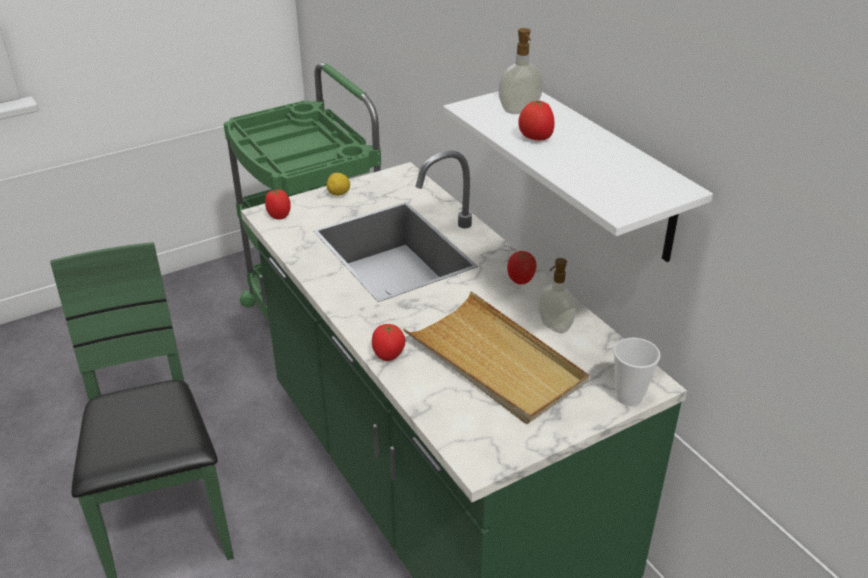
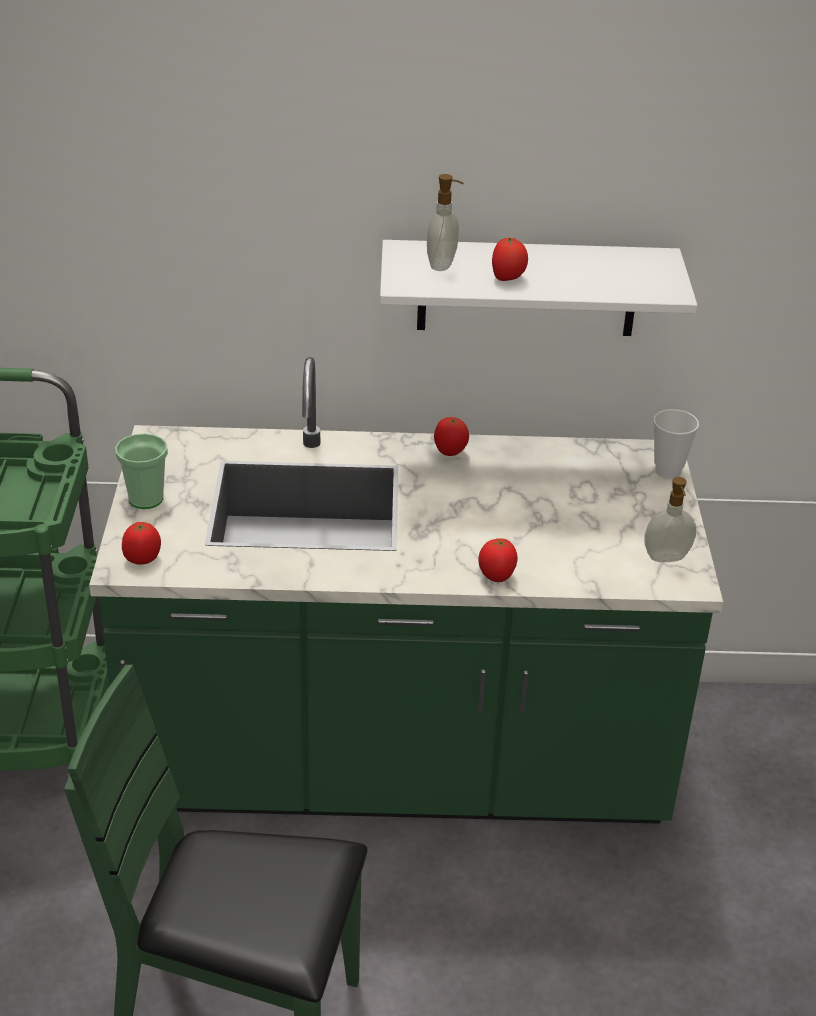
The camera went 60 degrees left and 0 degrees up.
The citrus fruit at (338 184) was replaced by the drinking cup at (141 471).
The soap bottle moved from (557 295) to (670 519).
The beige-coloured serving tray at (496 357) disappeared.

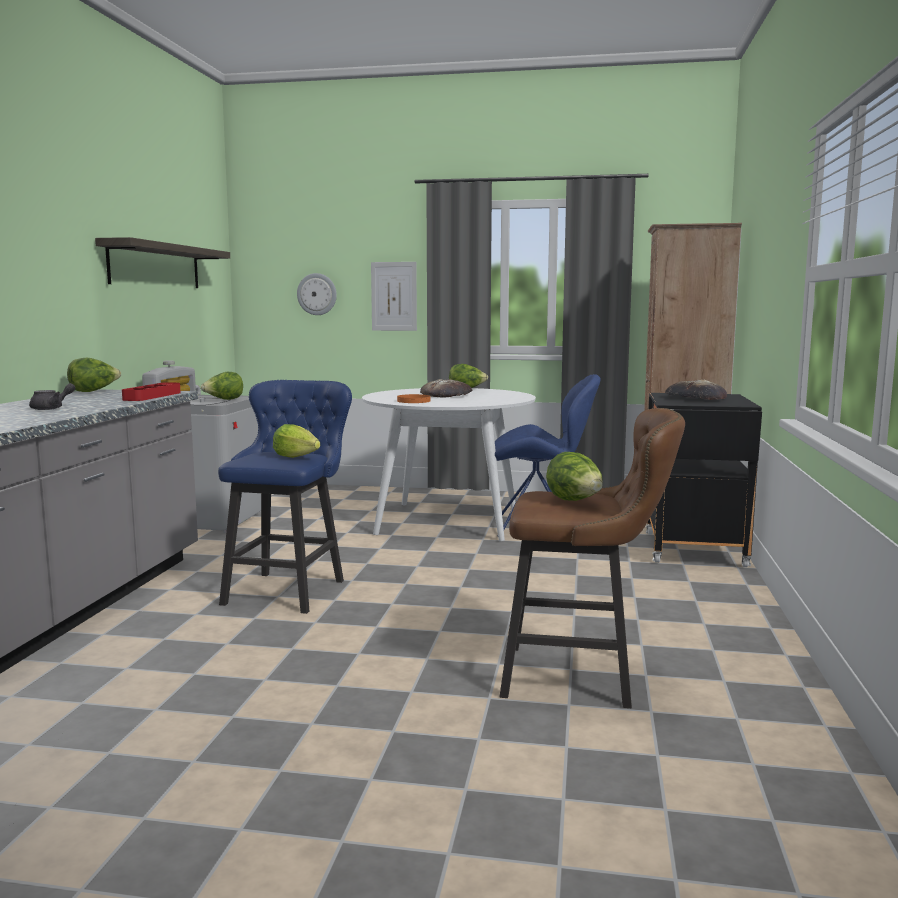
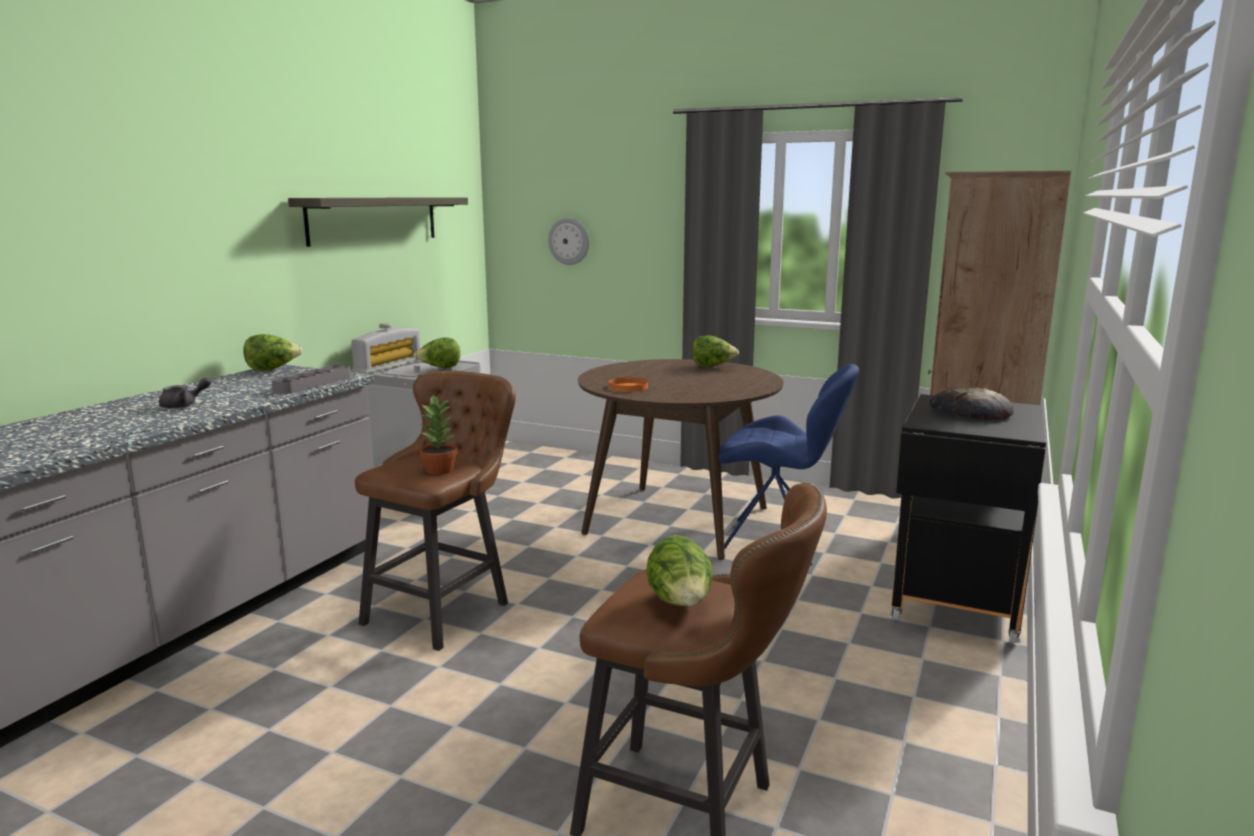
The camera went 15 degrees right and 5 degrees up.
The red serving tray at (151 391) became the grey serving tray at (311 379).
The bluish stool at (285 497) became the brown stool at (435 510).
The lettuce at (296 441) was replaced by the houseplant at (438 434).
The whitish kitchen table at (449 464) became the brown kitchen table at (681 459).
The wall picture at (394 296) disappeared.
The bakery bread at (446 388) disappeared.

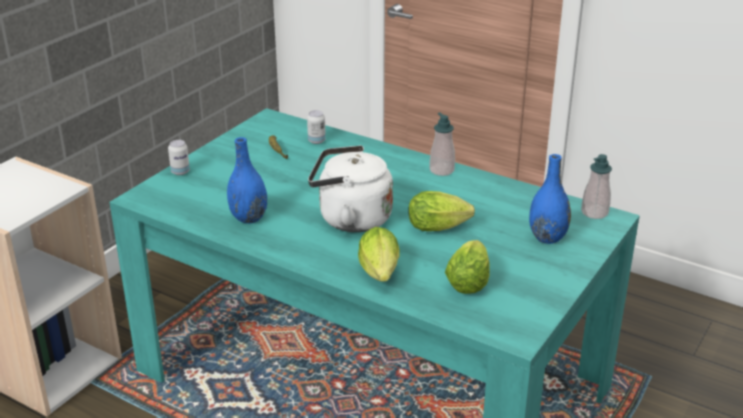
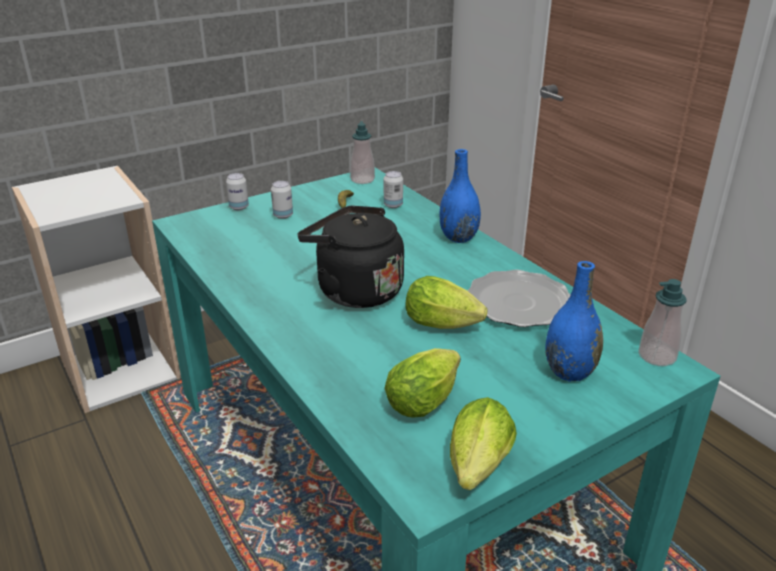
The camera went 25 degrees right and 0 degrees up.
The can at (282 200) appeared.
The whitish tea kettle at (350 188) became the black tea kettle at (351 257).
The soap bottle moved from (442 144) to (362 152).
The bluish decorative vase moved from (247 180) to (460 196).
The lettuce moved from (379 254) to (483 443).
The dinner plate at (519 298) appeared.

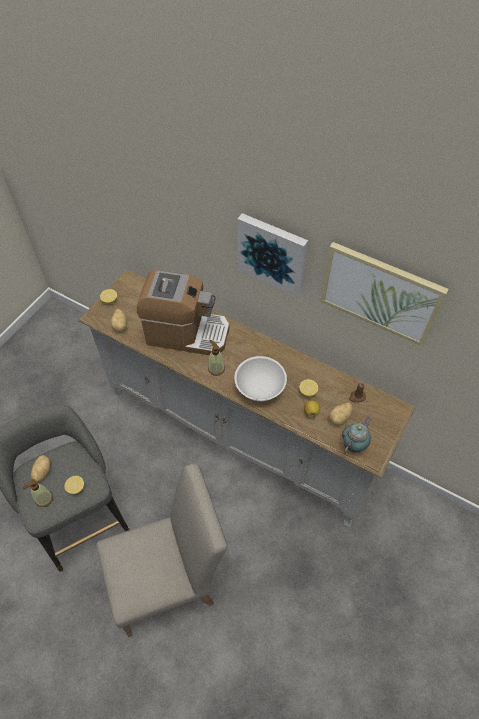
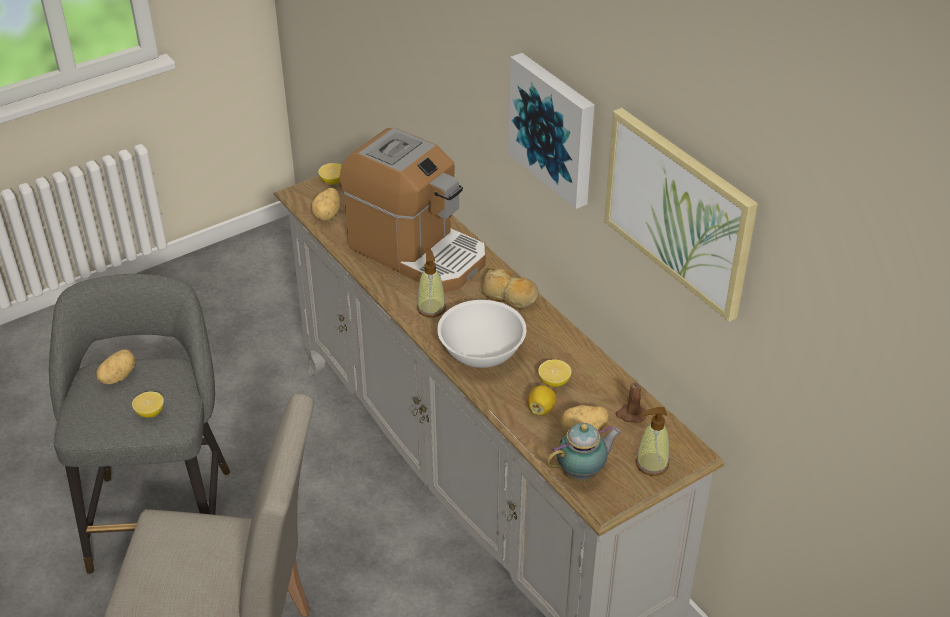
The camera went 25 degrees right and 15 degrees down.
The bakery bread at (509 288) appeared.
The soap bottle moved from (38 493) to (652 441).

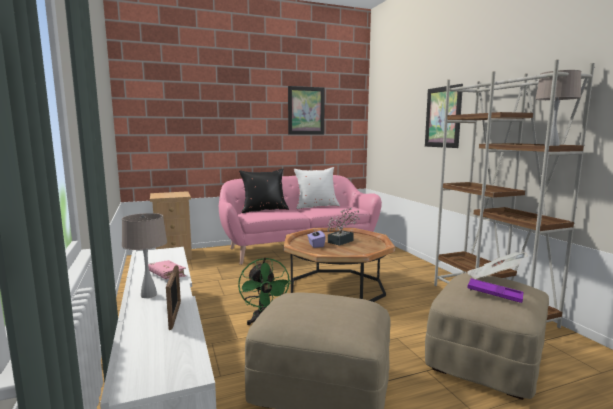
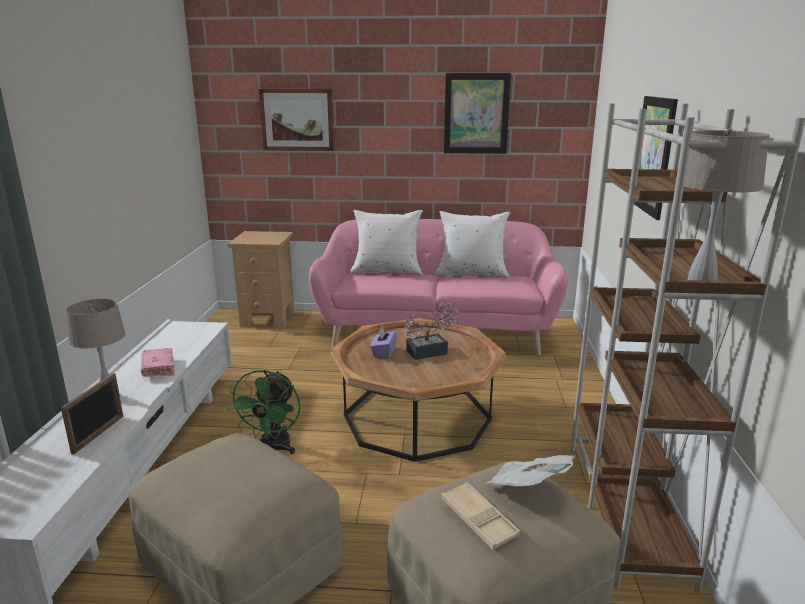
The camera went 25 degrees right and 10 degrees up.
The wall picture at (296 120) appeared.
The black pillow at (264 191) became the whitish pillow at (386 242).
The purplish serving tray at (495 290) became the beige-coloured serving tray at (480 516).

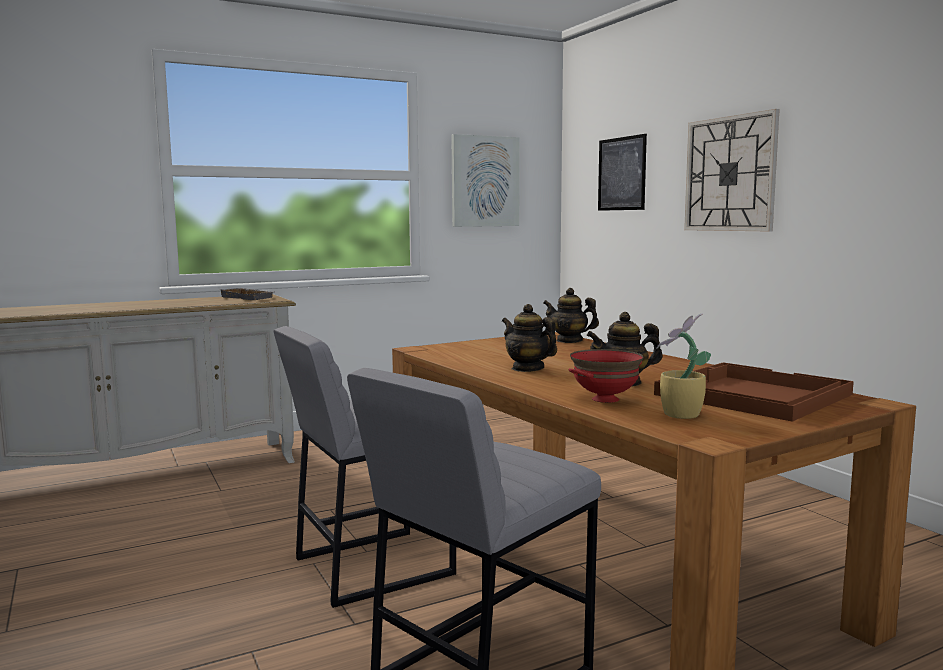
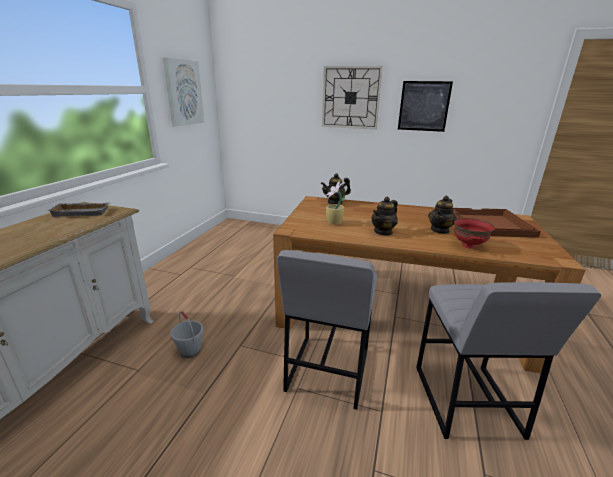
The camera went 45 degrees left and 15 degrees up.
The grey bucket at (187 334) appeared.
The houseplant moved from (683 366) to (336 203).
The teapot at (529 338) turned 45 degrees counterclockwise.
The wall picture moved from (622 172) to (425 106).

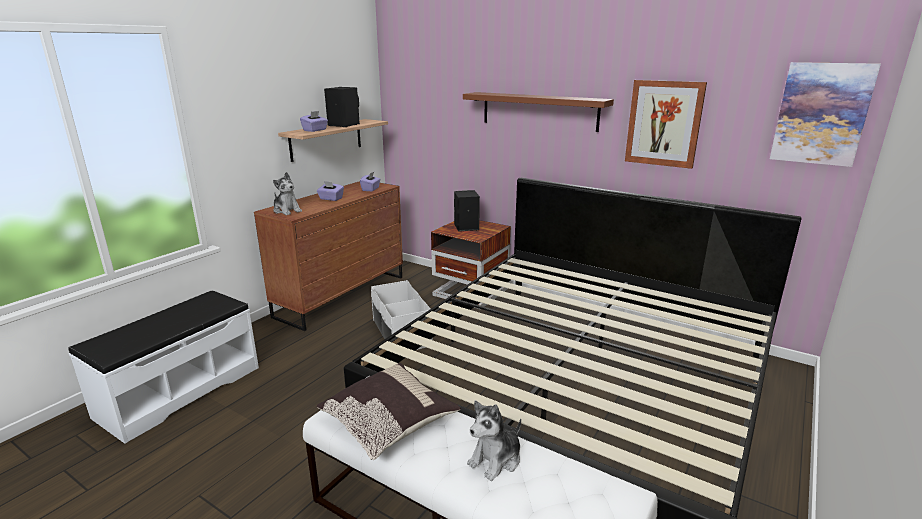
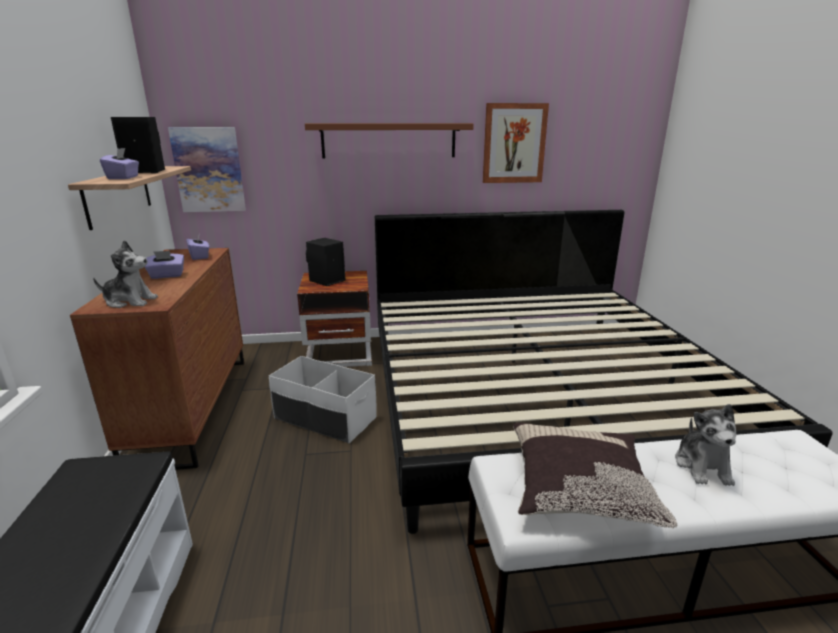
The camera went 40 degrees left and 0 degrees up.
The wall picture moved from (825 114) to (207 169).

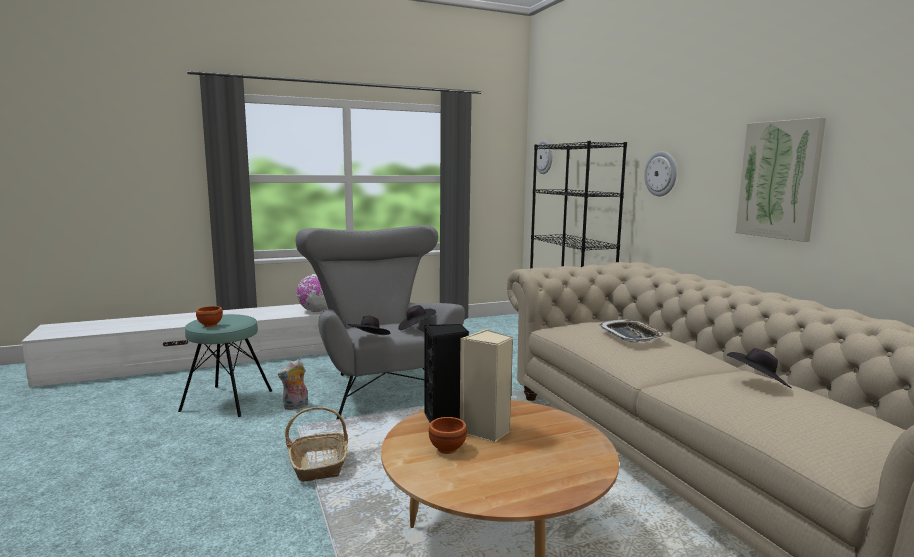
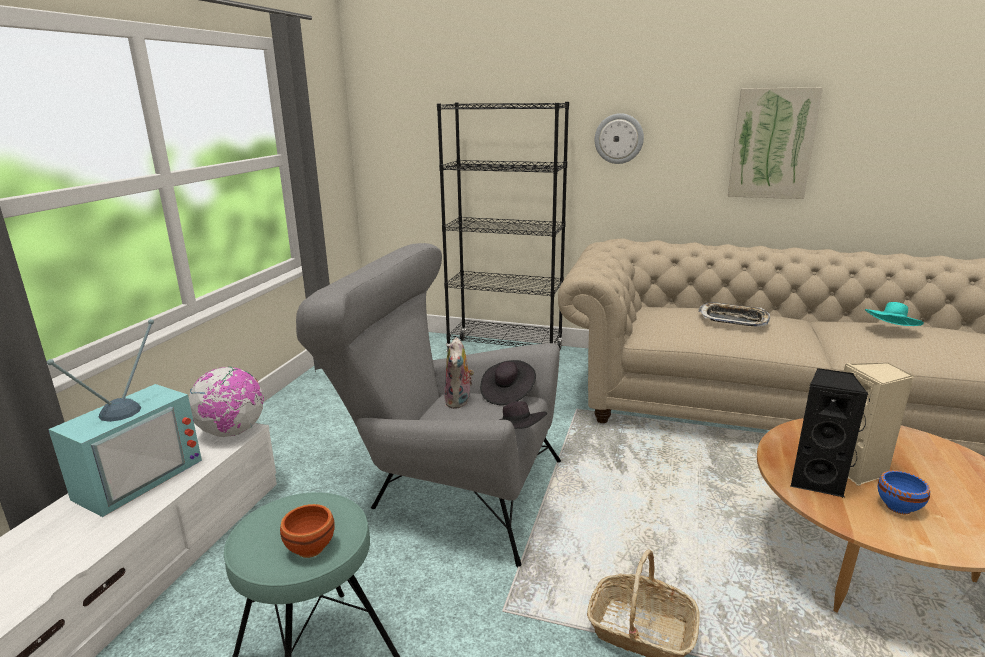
The camera went 50 degrees left and 10 degrees up.
The TV set at (124 418) appeared.
The plush toy moved from (293 384) to (459 373).
The black wearable hat at (759 368) became the turquoise-coloured wearable hat at (894 314).
The brown deep dish at (448 435) became the bluish deep dish at (904 492).
The hanging clock at (544 157) disappeared.

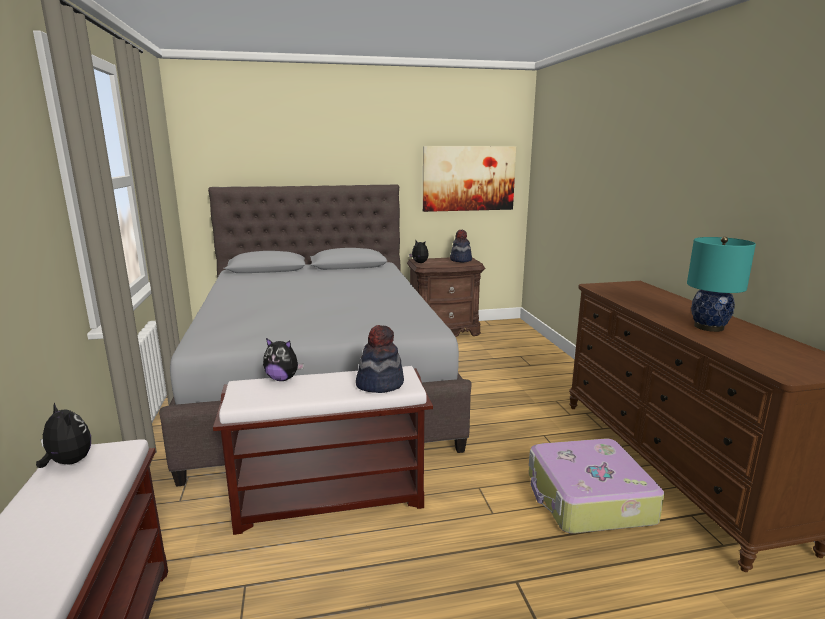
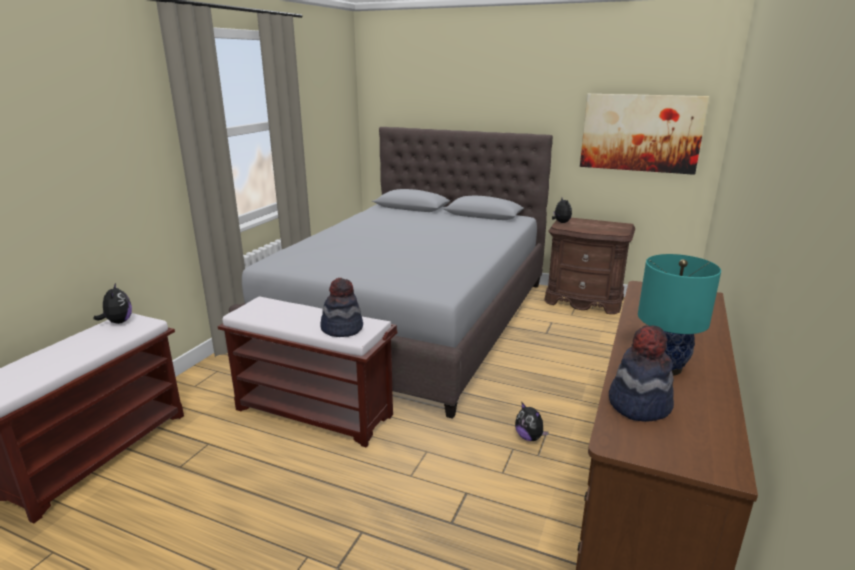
The camera went 35 degrees right and 5 degrees up.
The plush toy moved from (283 359) to (532 422).
The wearable hat moved from (461 246) to (641 373).
The travel case at (596 486) disappeared.

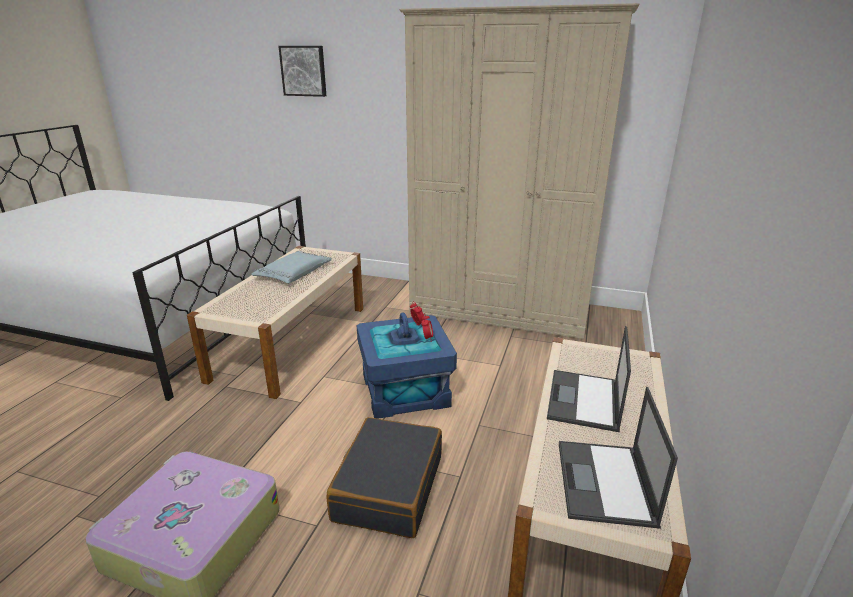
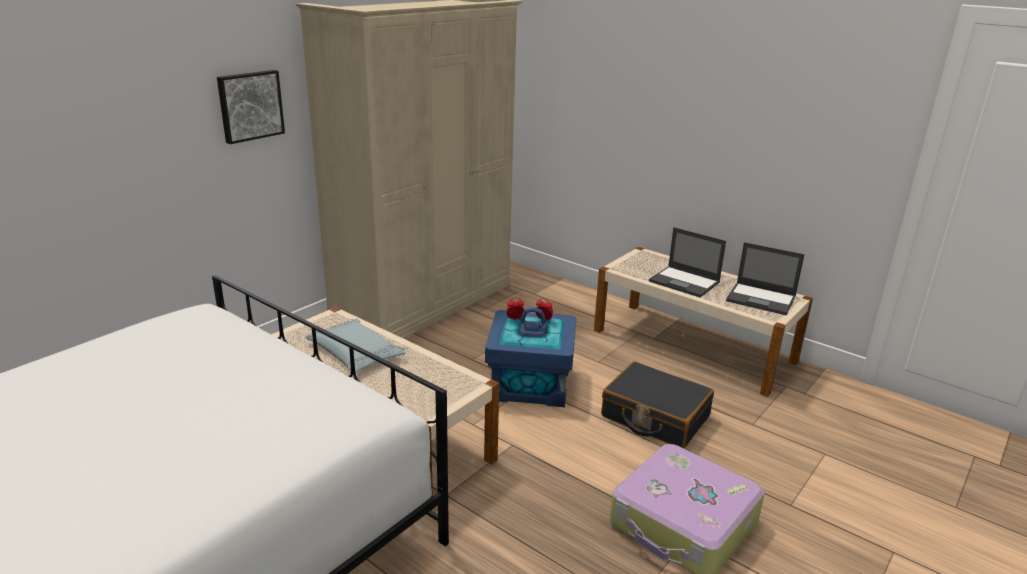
The camera went 70 degrees left and 0 degrees up.
The wall picture moved from (302 71) to (251 107).

